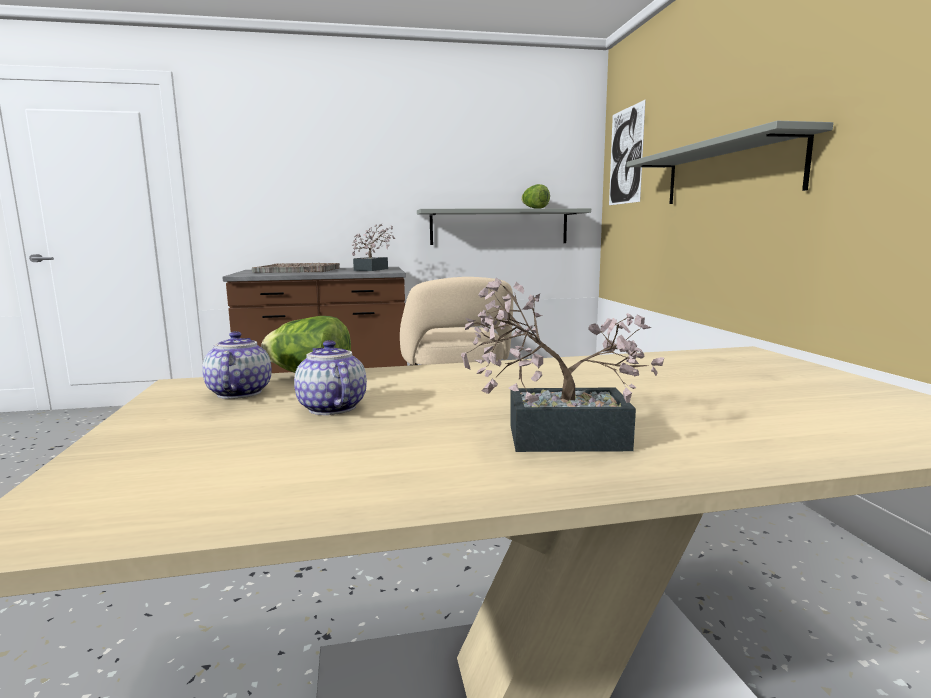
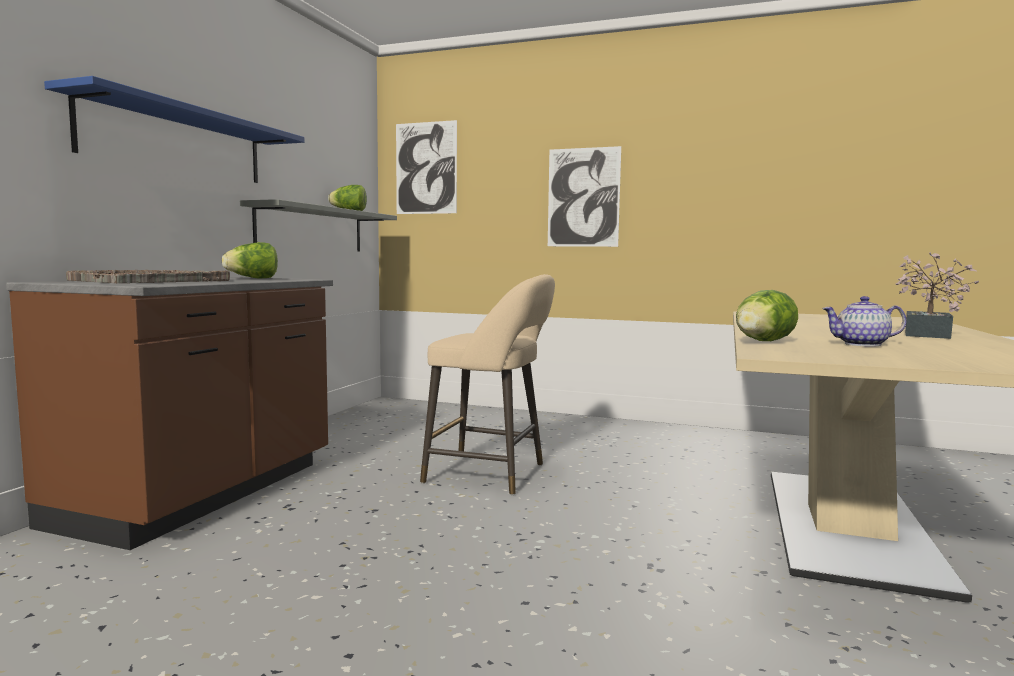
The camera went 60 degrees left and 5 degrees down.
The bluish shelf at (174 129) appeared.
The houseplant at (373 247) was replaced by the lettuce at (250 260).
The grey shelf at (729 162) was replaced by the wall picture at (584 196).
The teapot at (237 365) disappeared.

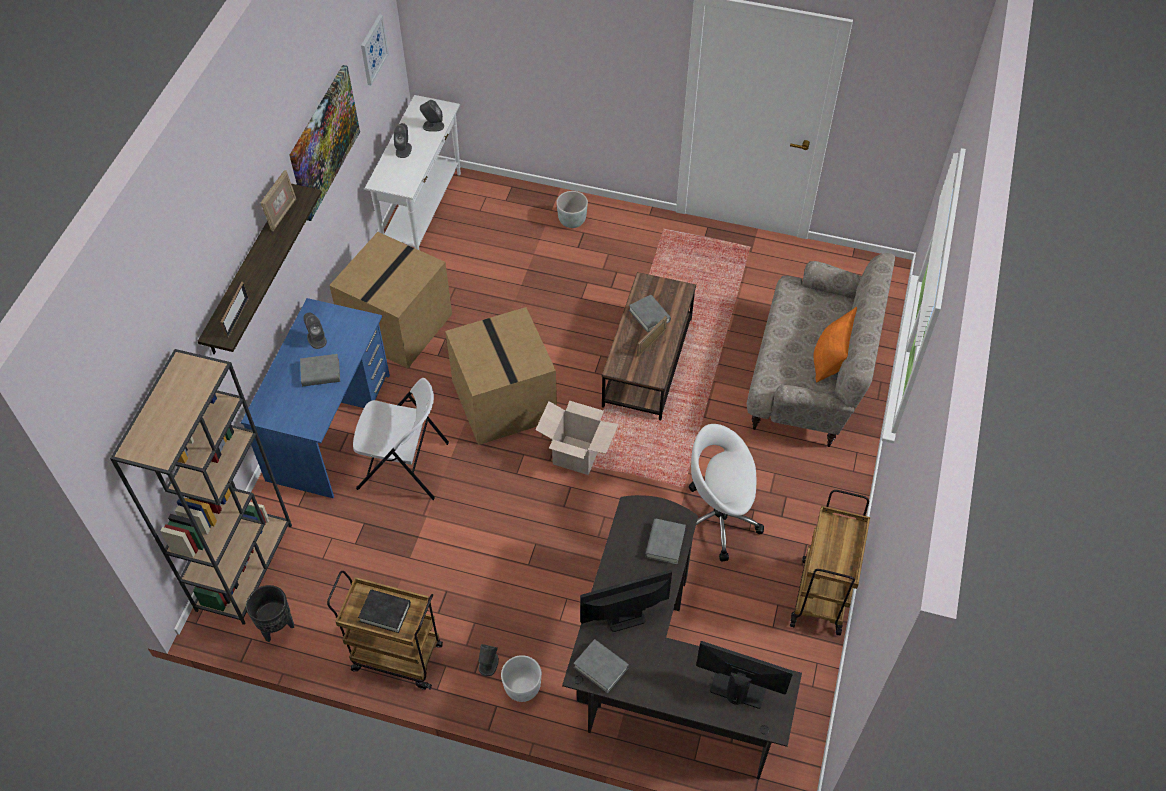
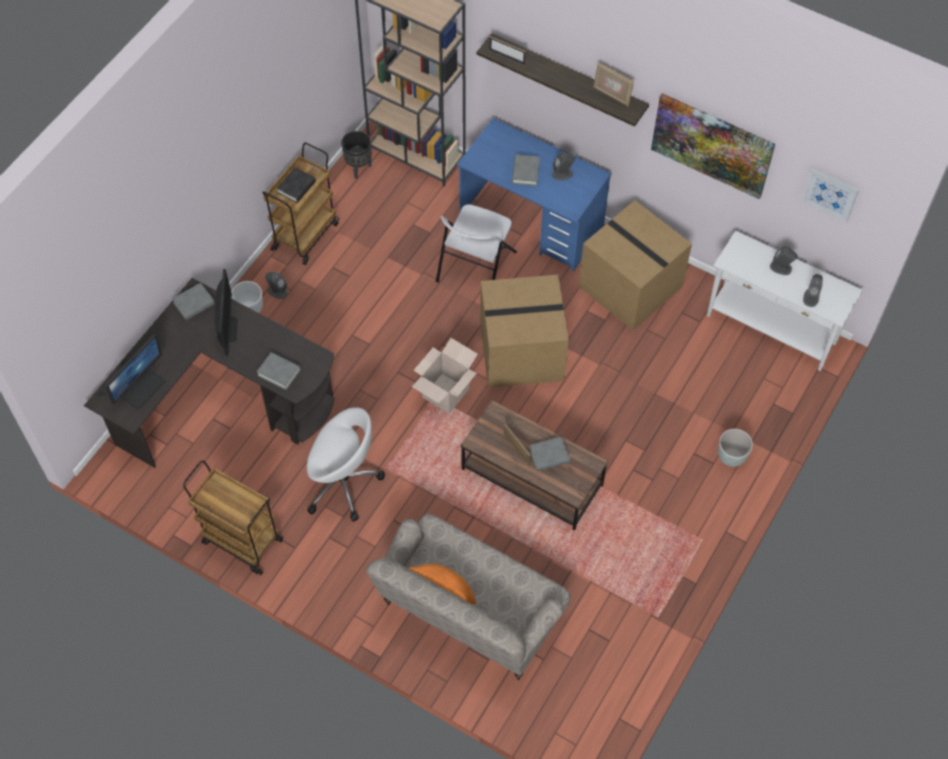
The camera went 105 degrees right and 5 degrees up.
The whitish desk chair at (726 492) turned 90 degrees clockwise.

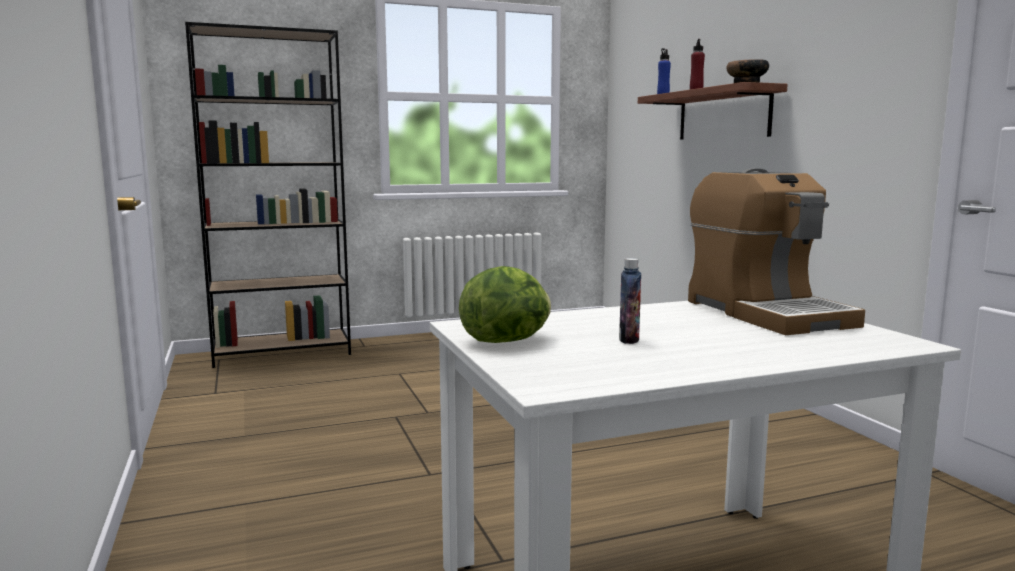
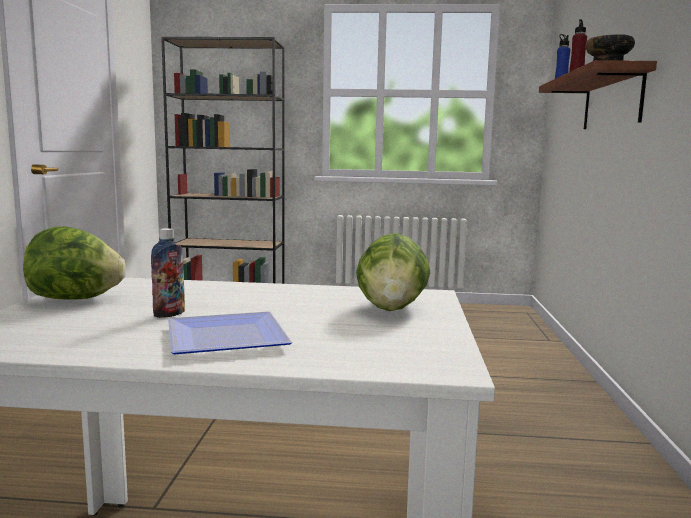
The camera went 25 degrees right and 0 degrees up.
The dinner plate at (230 333) appeared.
The coffee machine at (776 251) was replaced by the lettuce at (393 272).

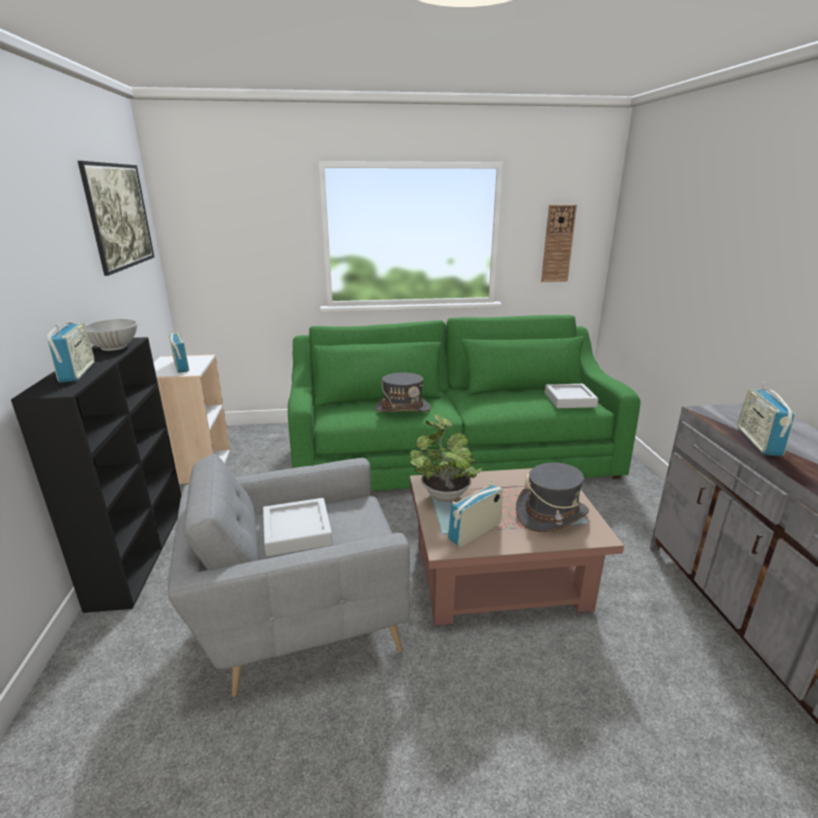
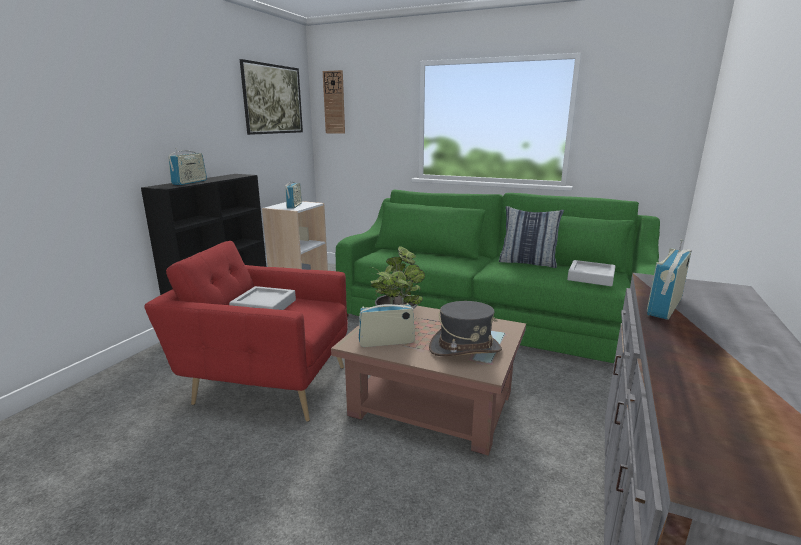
The camera went 30 degrees right and 5 degrees down.
The grey armchair at (288 575) became the red armchair at (246 331).
The hanging clock moved from (559 243) to (334 102).
The pillow at (531 237) appeared.
The whitish deep dish at (111 335) disappeared.
The grey wearable hat at (403 392) disappeared.

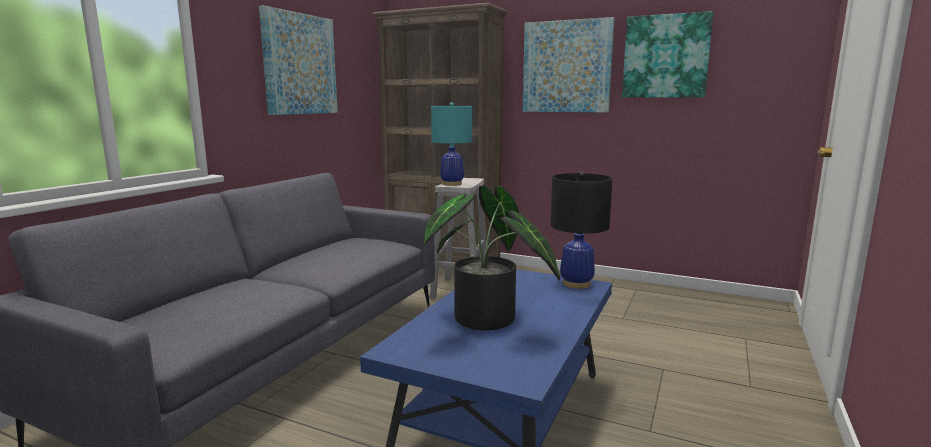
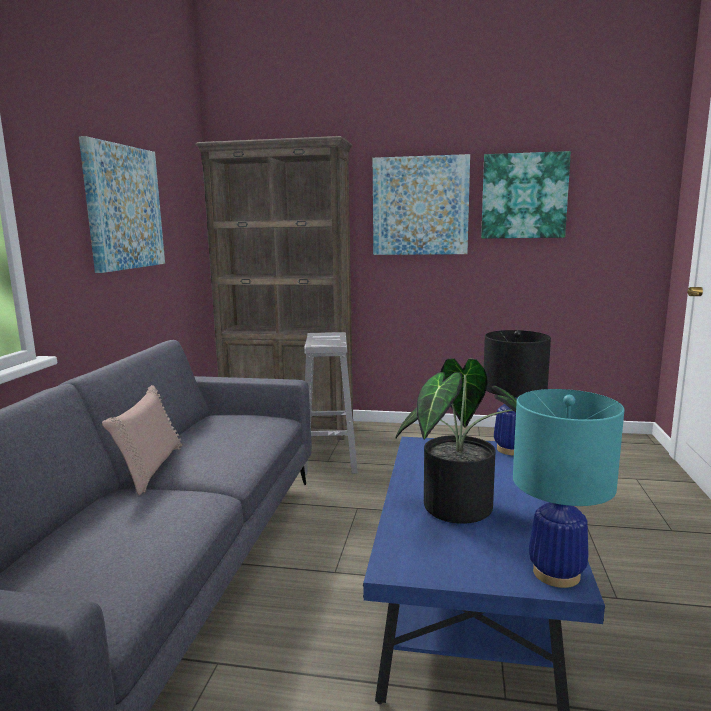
The camera went 15 degrees left and 0 degrees up.
The beige-coloured pillow at (142 440) appeared.
The turquoise-coloured tabletop lamp moved from (451 144) to (568 488).

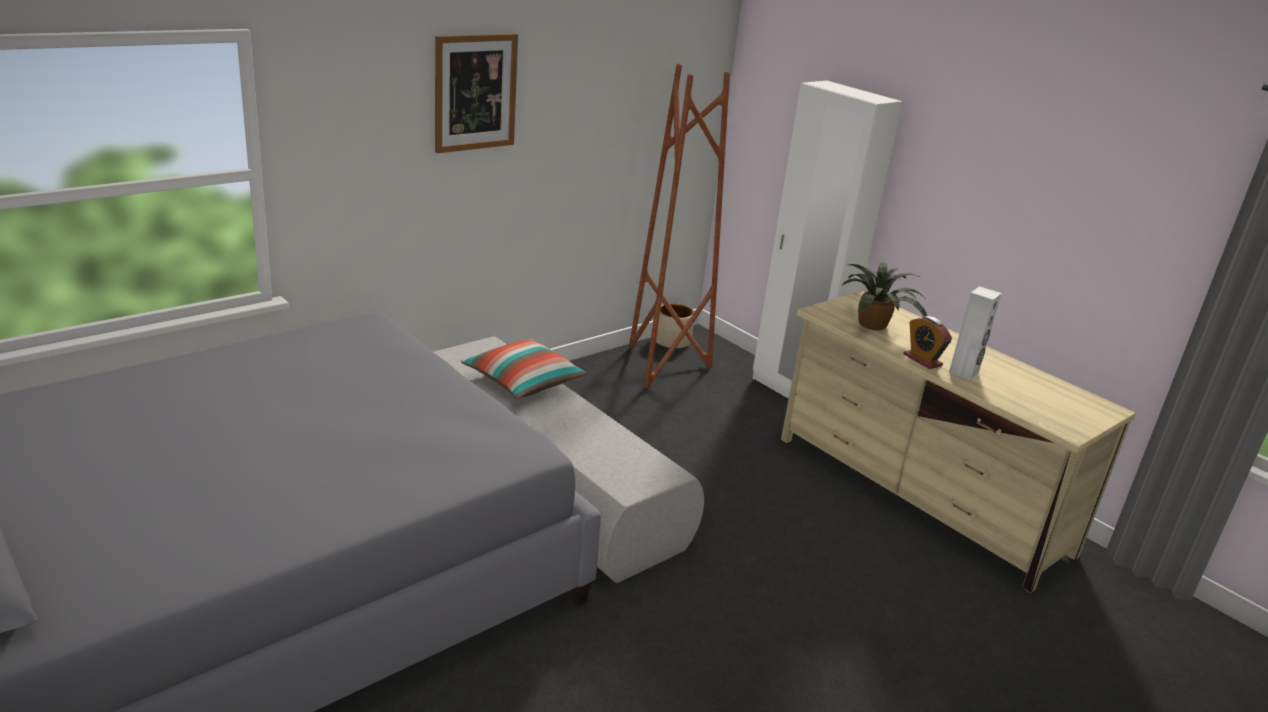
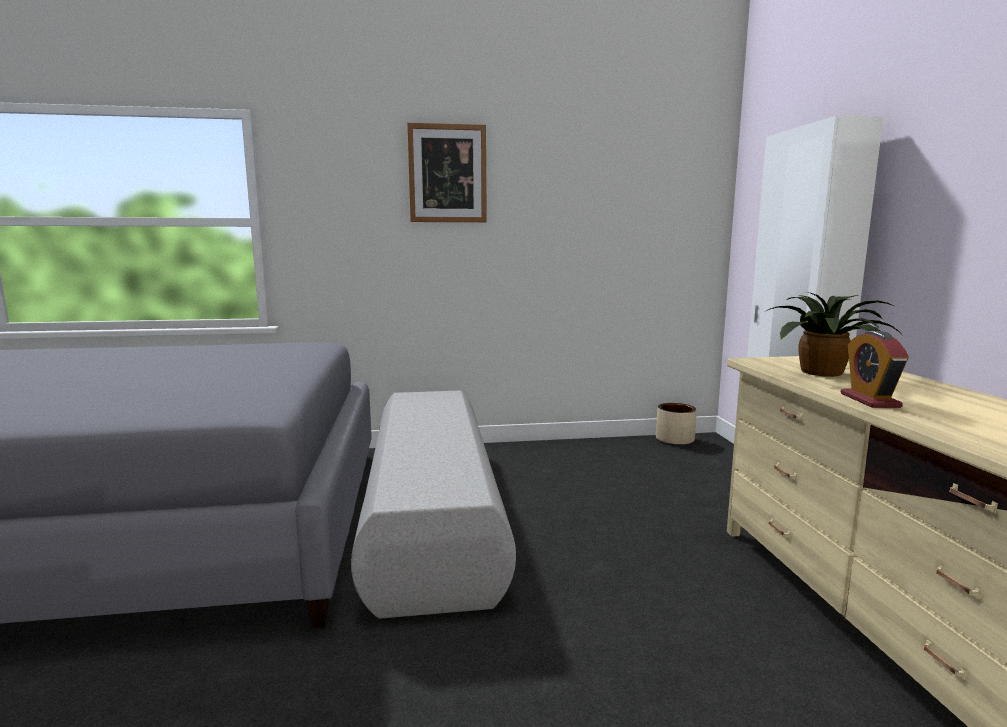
The camera went 35 degrees right and 15 degrees down.
The pillow at (524 369) disappeared.
The brown garment rack at (679 226) disappeared.
The whitish audio speaker at (975 333) disappeared.

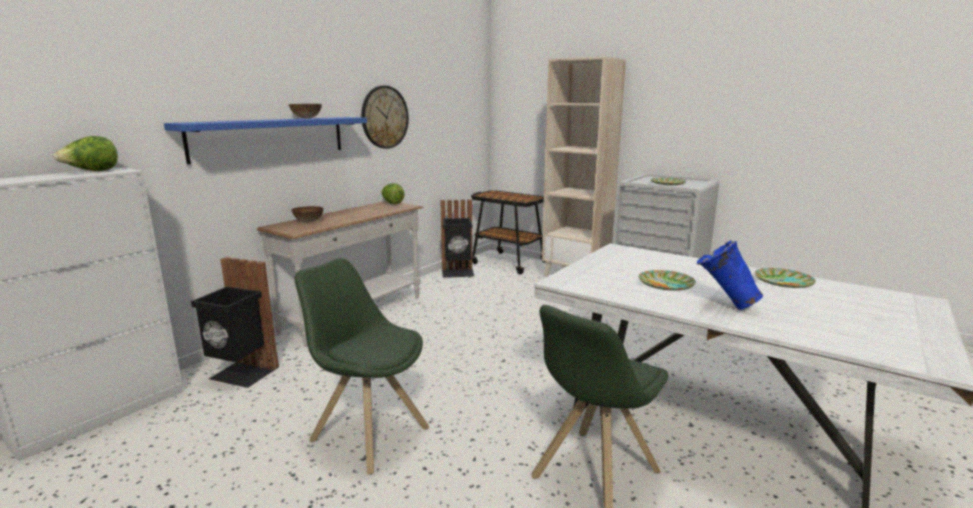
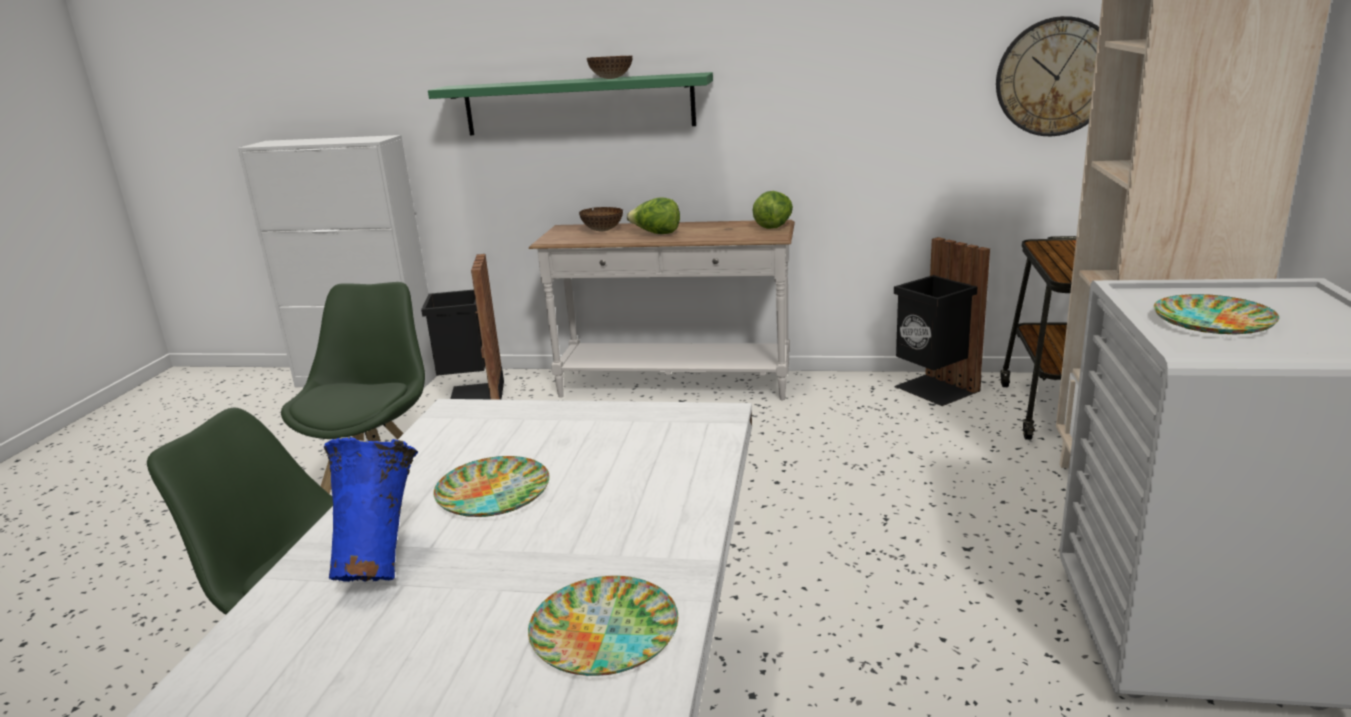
The camera went 65 degrees right and 5 degrees up.
The bluish shelf at (265 140) became the green-coloured shelf at (570 103).
The lettuce moved from (86 153) to (653 215).
The hanging clock moved from (385 117) to (1047 76).

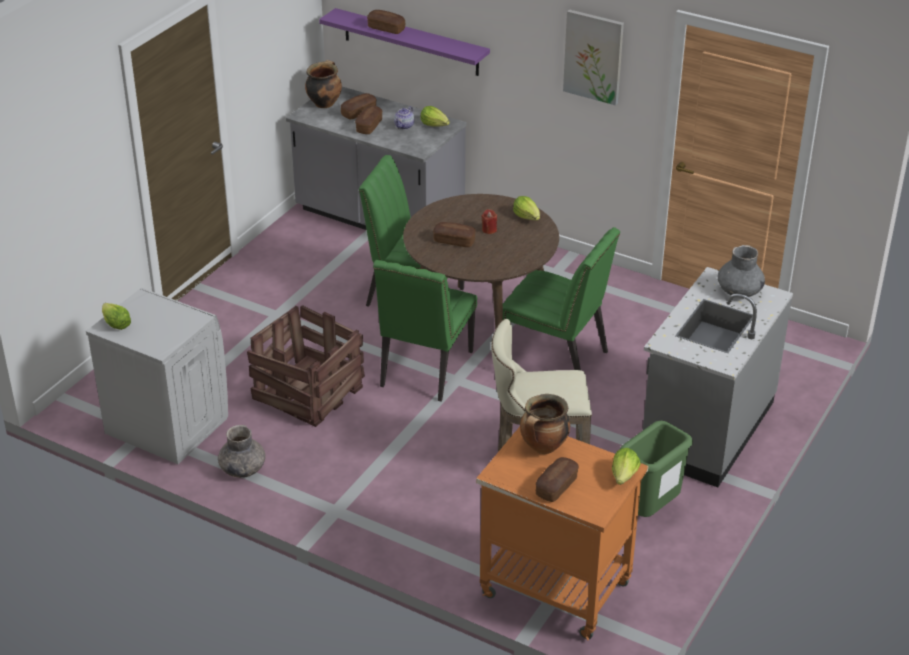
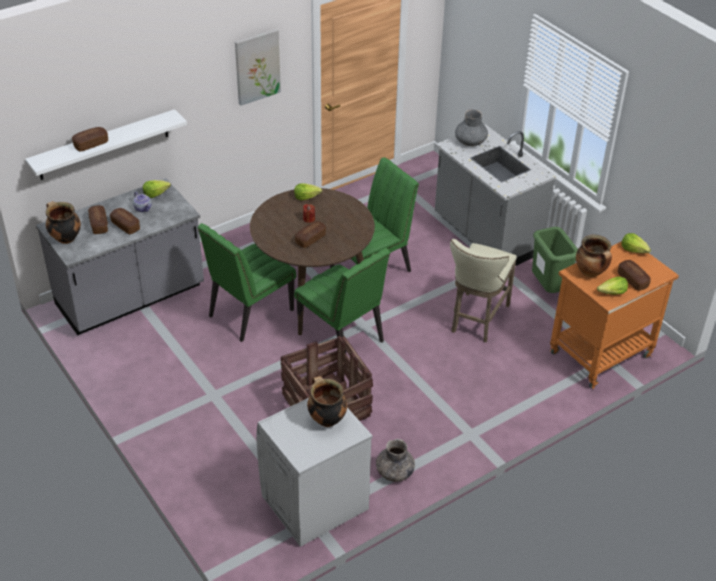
The camera went 65 degrees left and 5 degrees up.
The purplish shelf at (404 42) became the whitish shelf at (106 144).
The saucepot at (327 401) appeared.
The lettuce moved from (116 316) to (612 286).

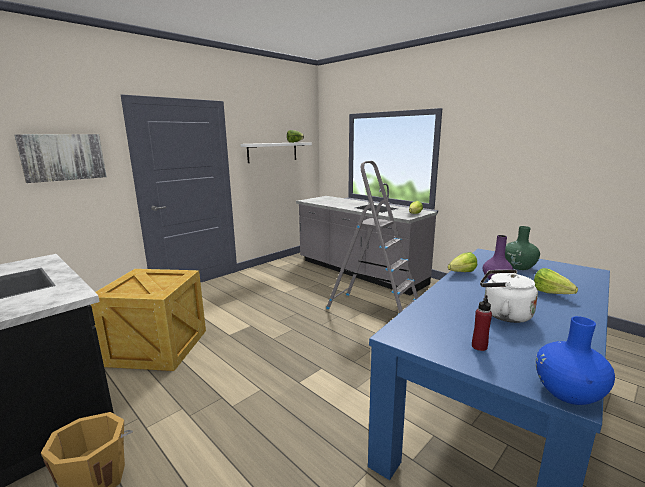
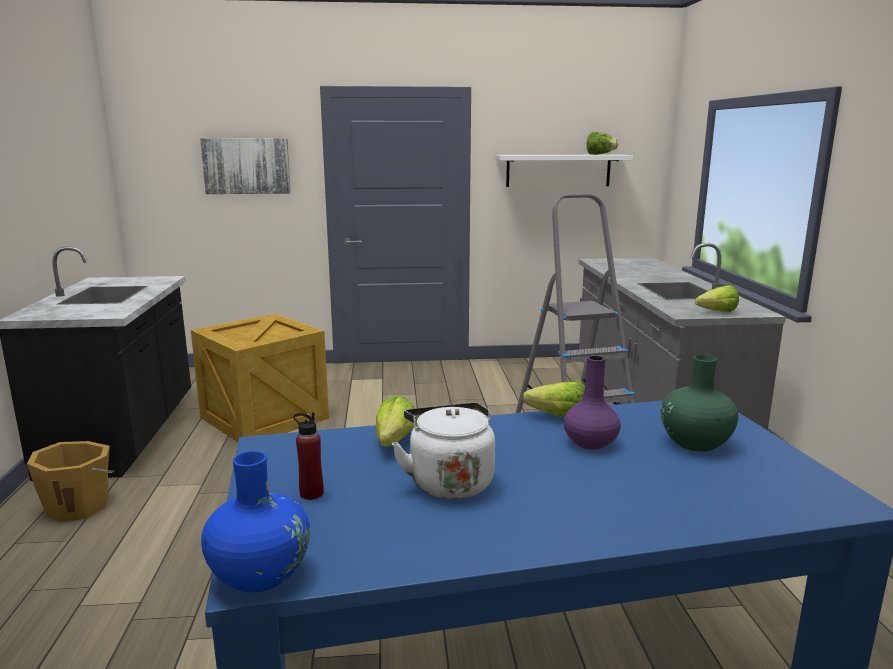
The camera went 40 degrees right and 0 degrees up.
The lettuce moved from (556 281) to (396 421).

